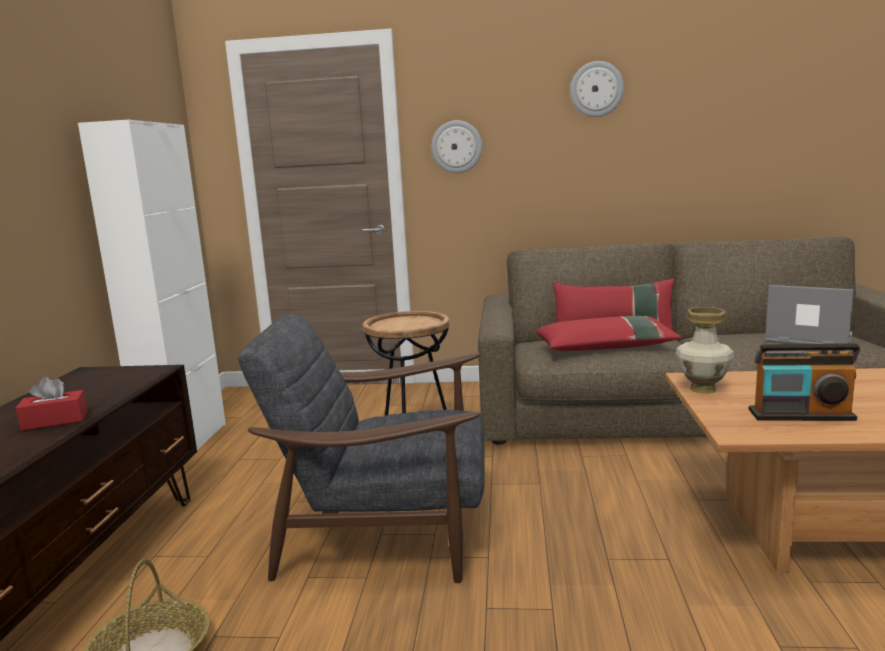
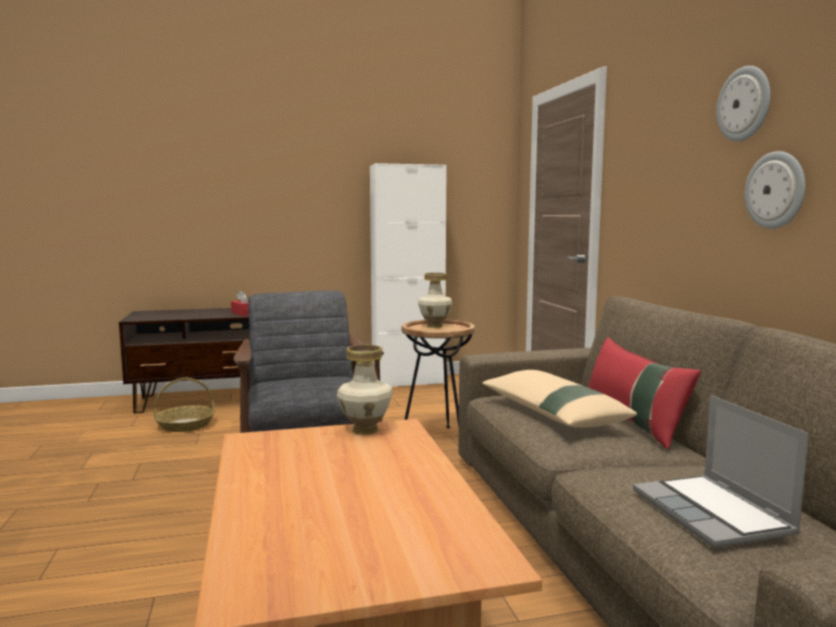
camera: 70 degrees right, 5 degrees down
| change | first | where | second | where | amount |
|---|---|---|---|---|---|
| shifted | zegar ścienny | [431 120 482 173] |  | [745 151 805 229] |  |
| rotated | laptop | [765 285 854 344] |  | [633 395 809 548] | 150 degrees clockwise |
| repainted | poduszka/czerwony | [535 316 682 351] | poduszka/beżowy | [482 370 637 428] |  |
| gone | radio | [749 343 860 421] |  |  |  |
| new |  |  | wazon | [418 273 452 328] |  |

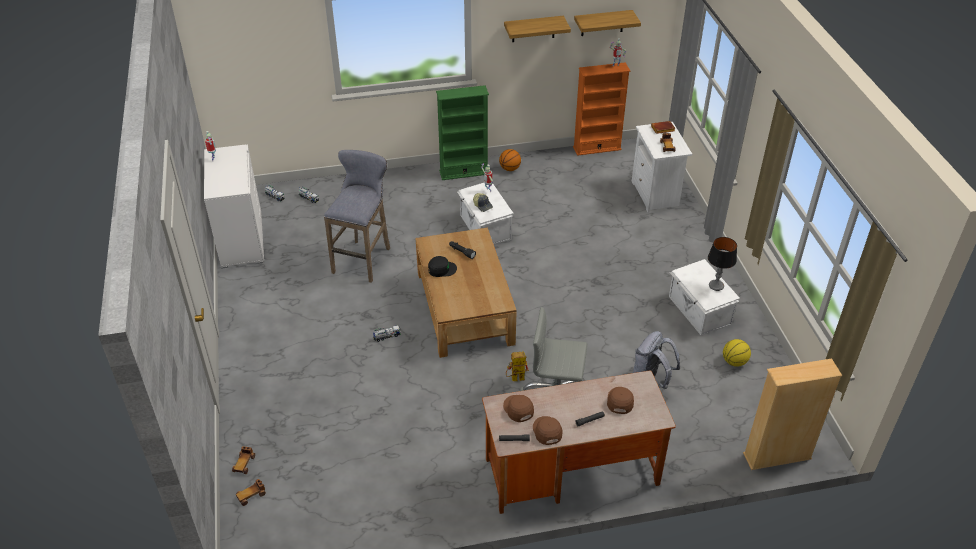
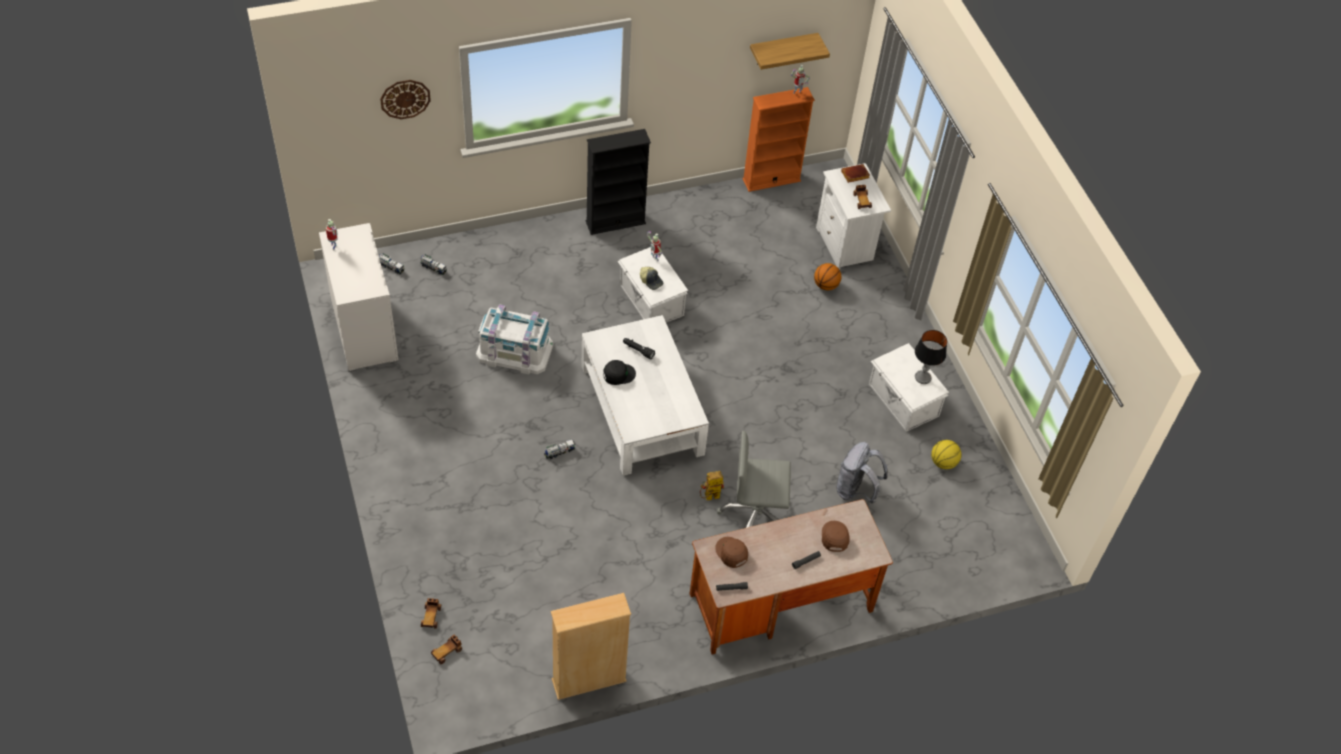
camera: 10 degrees left, 10 degrees up
| change | first | where | second | where | amount |
|---|---|---|---|---|---|
| gone | półka | [504 16 571 42] |  |  |  |
| repainted | regał/zielony | [436 85 489 180] | regał/czarny | [586 129 651 235] |  |
| shifted | piłka do koszykówki | [499 149 521 171] |  | [814 263 842 290] |  |
| swapped | stołek/szary | [324 150 390 283] | pojemnik do przechowywania/biały | [476 304 554 375] |  |
| repainted | ława/brązowy | [416 228 517 358] | ława/biały | [582 315 709 476] |  |
| shifted | regał/beżowy | [743 358 842 470] |  | [551 593 631 700] |  |
| gone | czapka z daszkiem/brązowy | [533 416 563 445] |  |  |  |
| new |  |  | zegar ścienny | [380 80 431 119] |  |

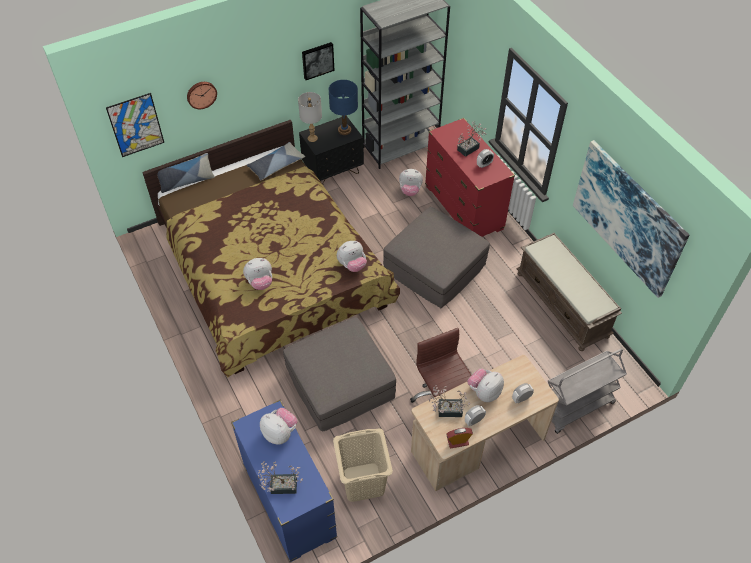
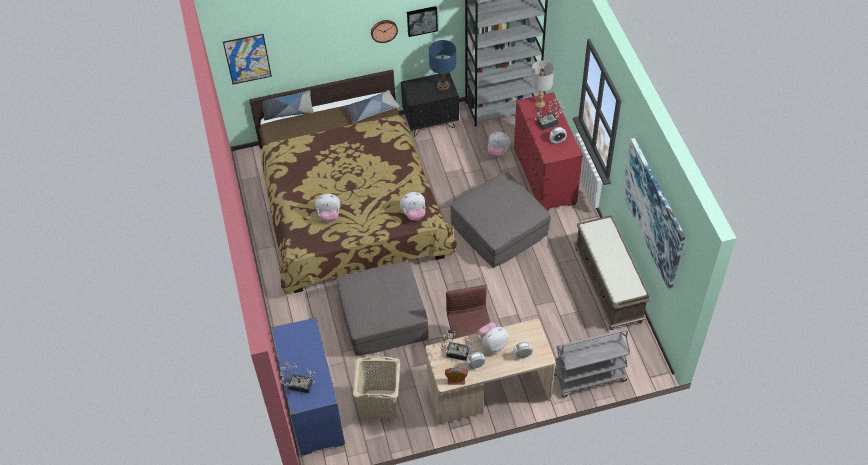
camera: 15 degrees right, 0 degrees up
| change | first | where | second | where | amount |
|---|---|---|---|---|---|
| shifted | zegar ścienny | [187 82 217 109] |  | [371 20 398 43] |  |
| shifted | lampa stołowa/szary | [298 92 322 142] |  | [531 60 554 108] |  |
| gone | pluszak | [260 408 298 445] |  |  |  |

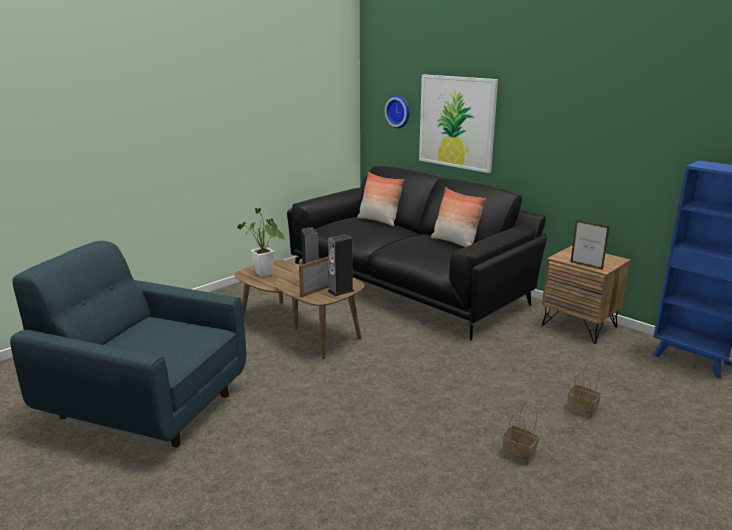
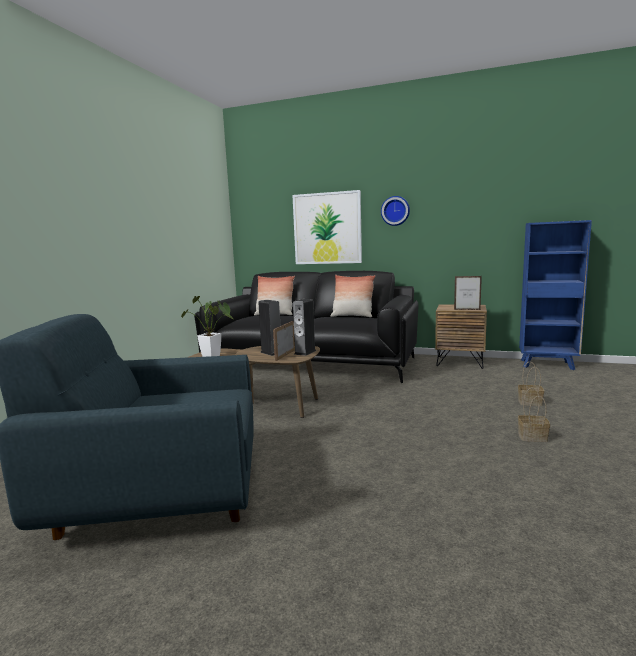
camera: 25 degrees left, 10 degrees down
| change | first | where | second | where | amount |
|---|---|---|---|---|---|
| shifted | zegar ścienny | [385 95 410 128] |  | [381 196 410 226] |  |

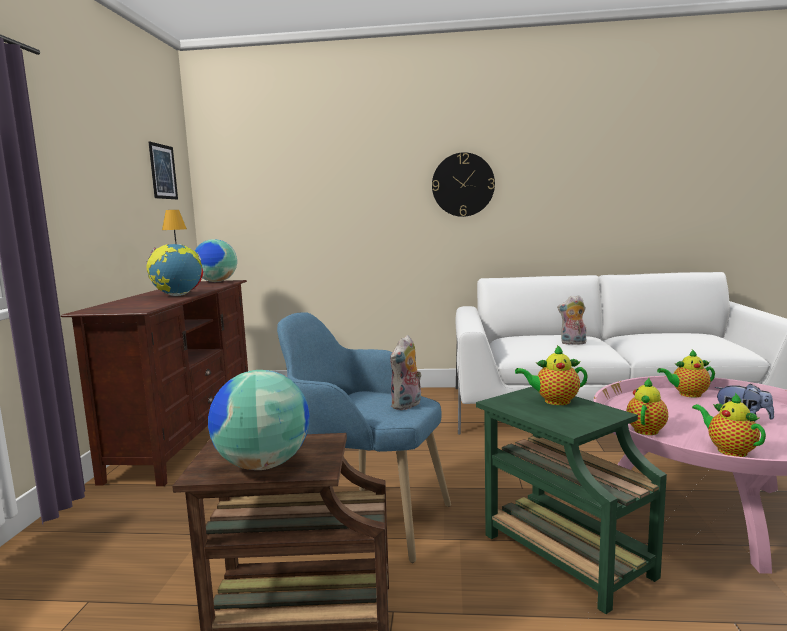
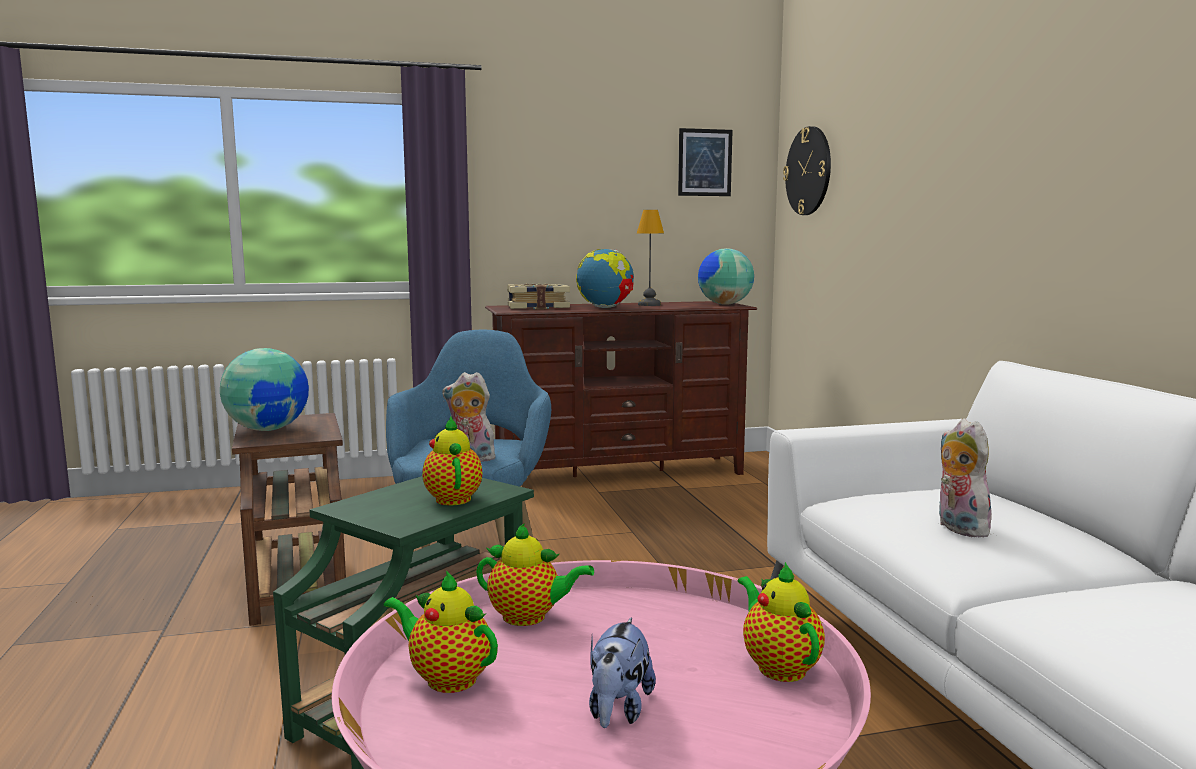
camera: 70 degrees right, 0 degrees up
| change | first | where | second | where | amount |
|---|---|---|---|---|---|
| shifted | zegar ścienny | [432 152 495 217] |  | [783 126 831 215] |  |
| rotated | imbryk | [692 393 766 457] |  | [384 571 498 693] | 105 degrees counterclockwise |
| new |  |  | książka | [507 283 570 310] |  |

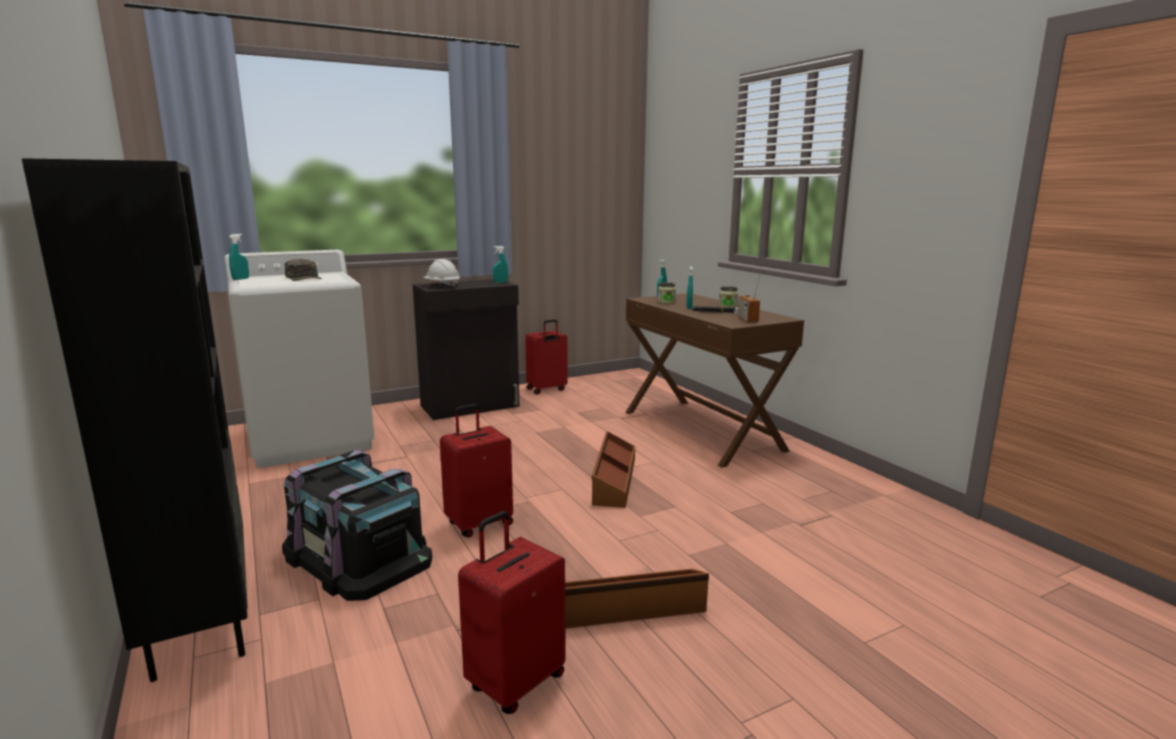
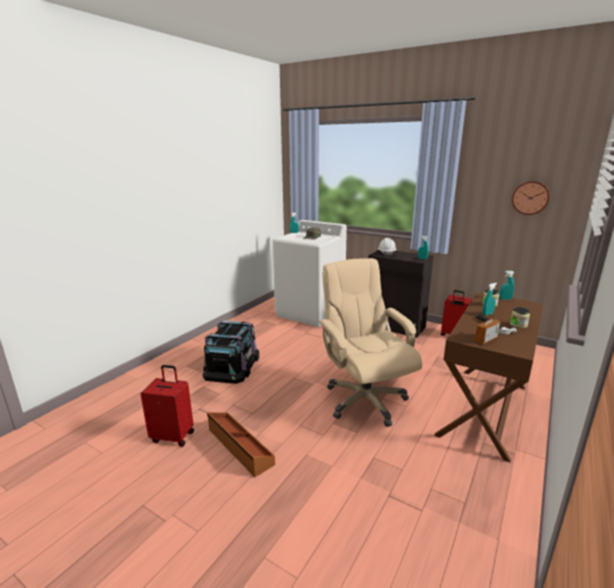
camera: 60 degrees right, 5 degrees up
| change | first | where | second | where | amount |
|---|---|---|---|---|---|
| gone | regał/czarny | [22 158 248 682] |  |  |  |
| gone | walizka/czerwony | [440 404 513 537] |  |  |  |
| swapped | pojemnik do przechowywania/brązowy | [592 431 635 508] | krzesło biurowe/beżowy | [319 258 422 427] |  |
| new |  |  | zegar ścienny | [512 181 550 215] |  |

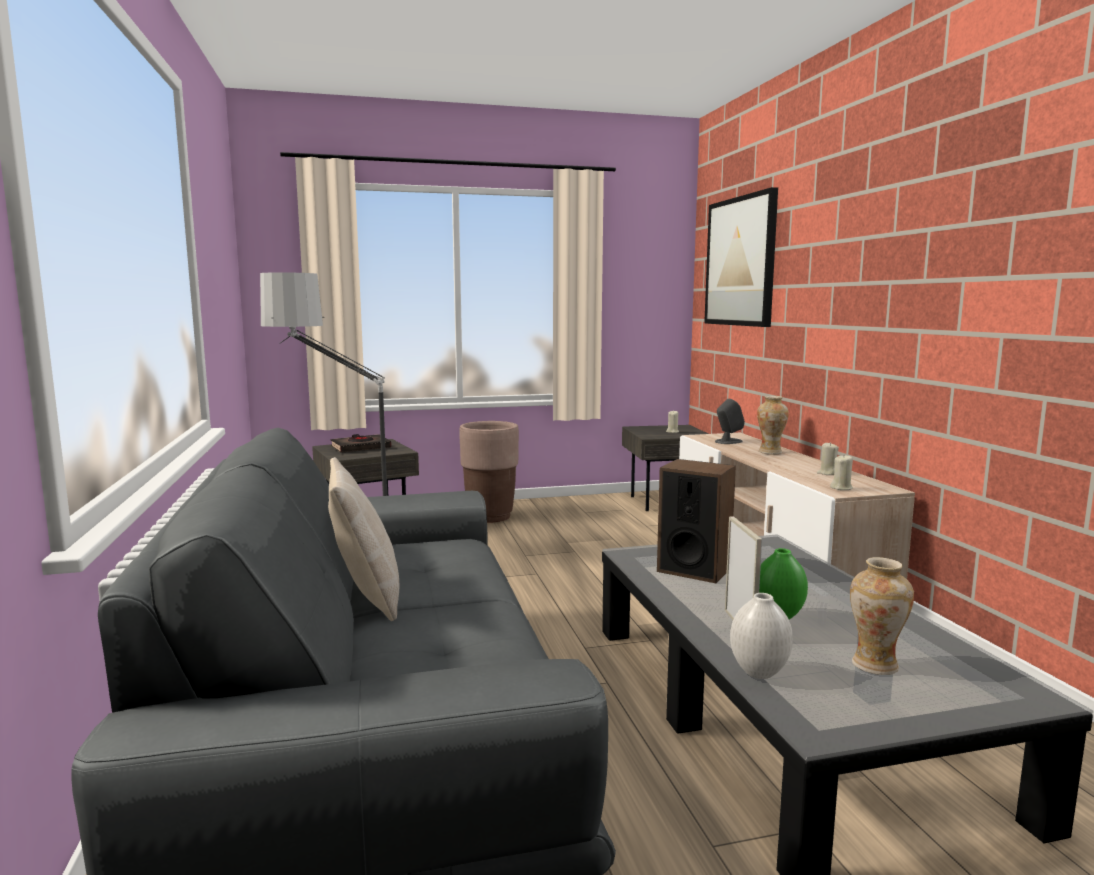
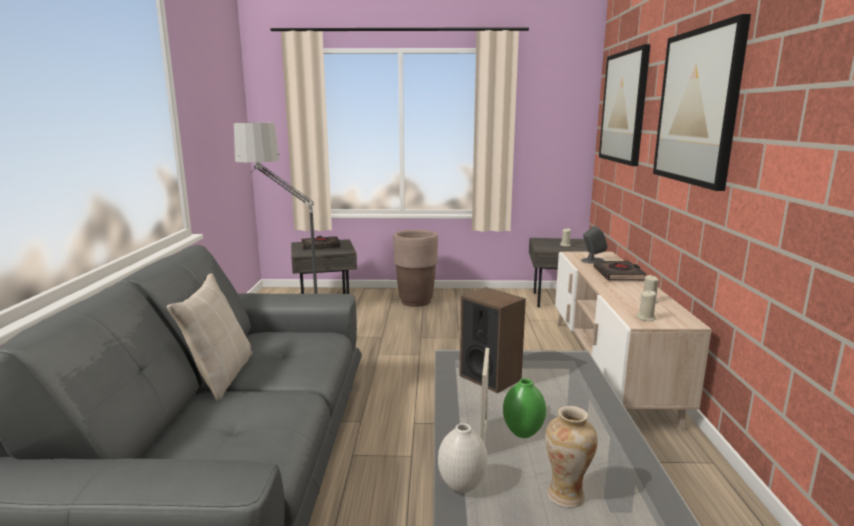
camera: 15 degrees right, 5 degrees up
| change | first | where | second | where | amount |
|---|---|---|---|---|---|
| swapped | wazon | [757 396 789 455] | książka/czarny | [594 261 647 281] |  |
| new |  |  | obraz | [653 14 751 191] |  |

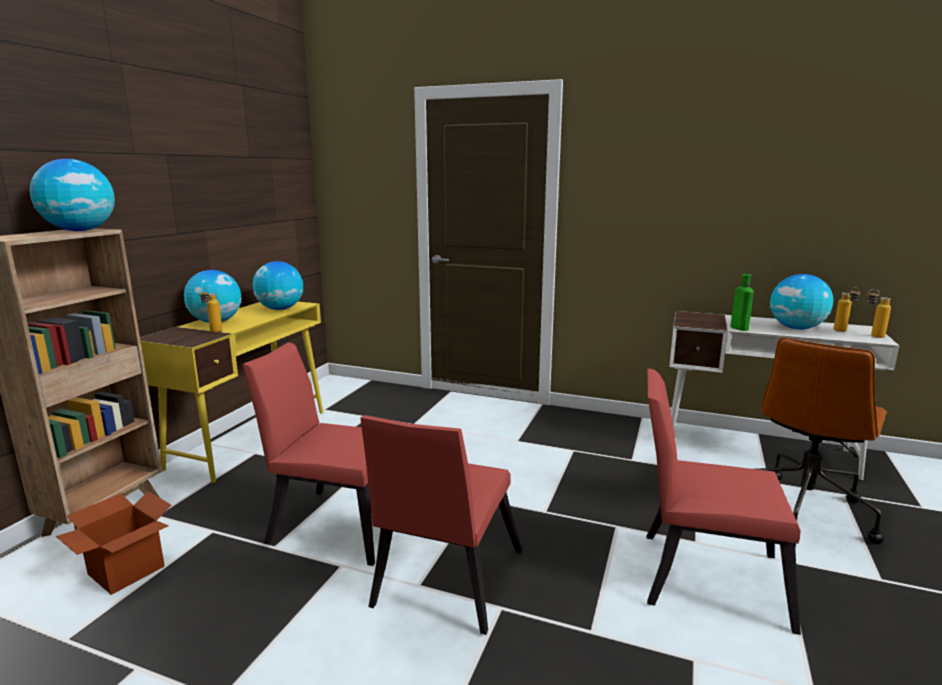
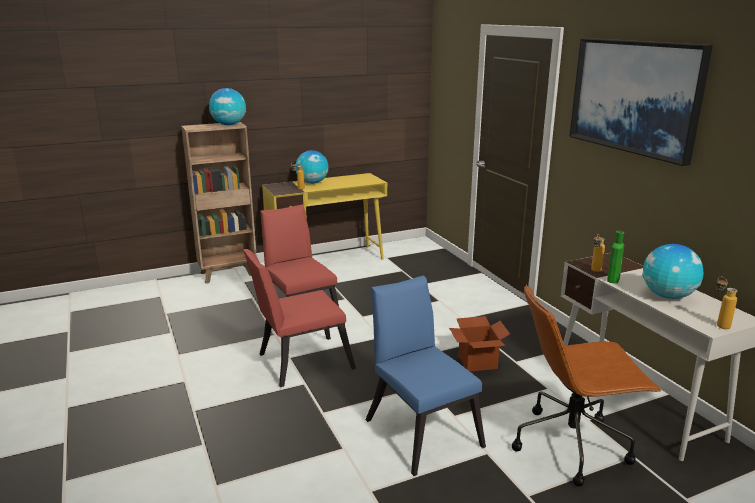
camera: 45 degrees right, 5 degrees up
| change | first | where | second | where | amount |
|---|---|---|---|---|---|
| gone | globus | [253 261 304 310] |  |  |  |
| shifted | butelka | [833 287 860 332] |  | [591 235 605 272] |  |
| repainted | krzesło/czerwony | [646 368 801 635] | krzesło/niebieski | [365 275 486 476] |  |
| shifted | karton | [56 491 172 595] |  | [449 316 510 371] |  |
| new |  |  | obraz | [569 38 713 166] |  |

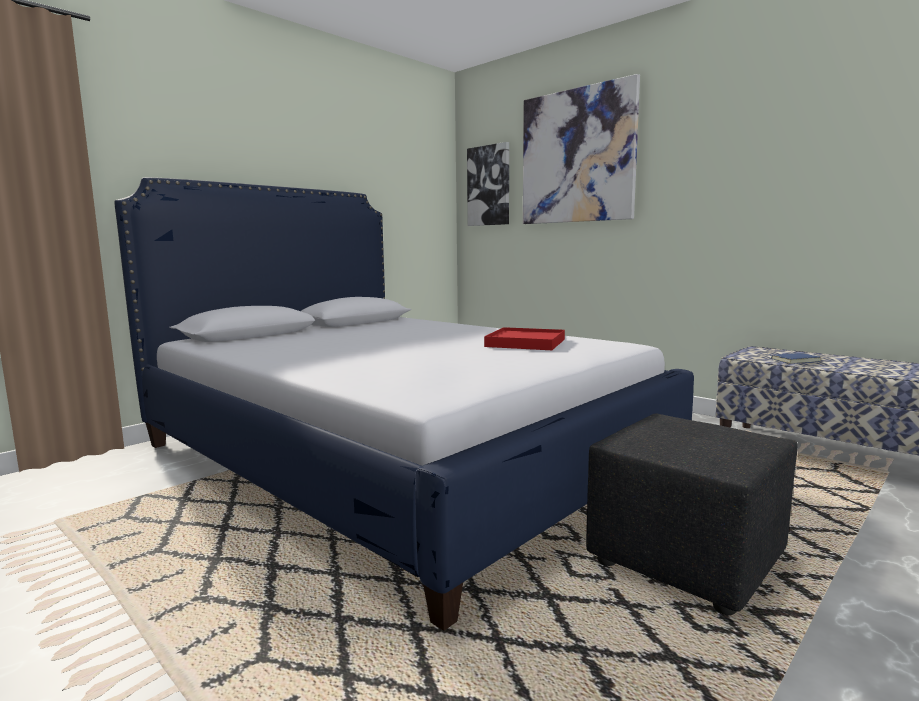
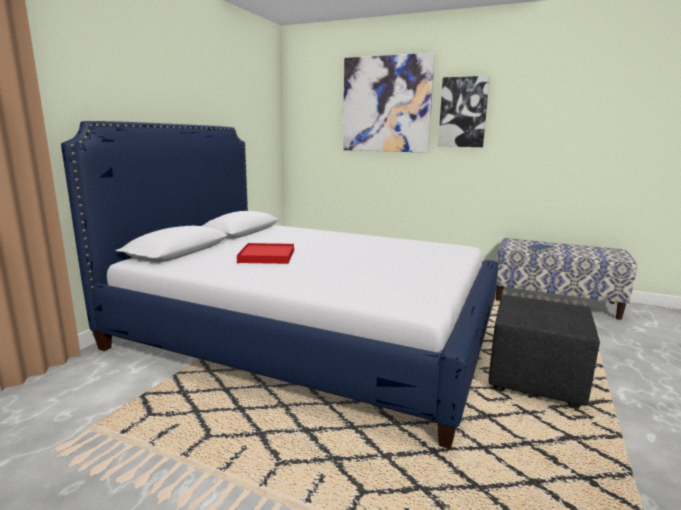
camera: 20 degrees left, 5 degrees up
| change | first | where | second | where | amount |
|---|---|---|---|---|---|
| shifted | obraz | [467 142 509 226] |  | [438 76 490 147] |  |
| shifted | taca/czerwony | [484 327 565 350] |  | [237 243 294 264] |  |

